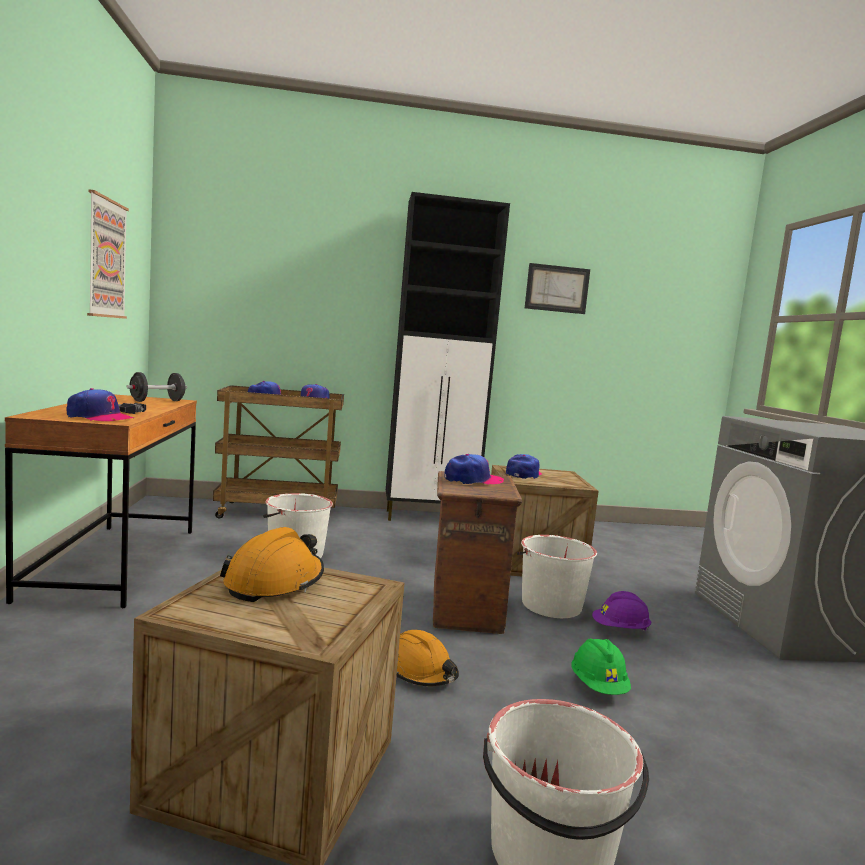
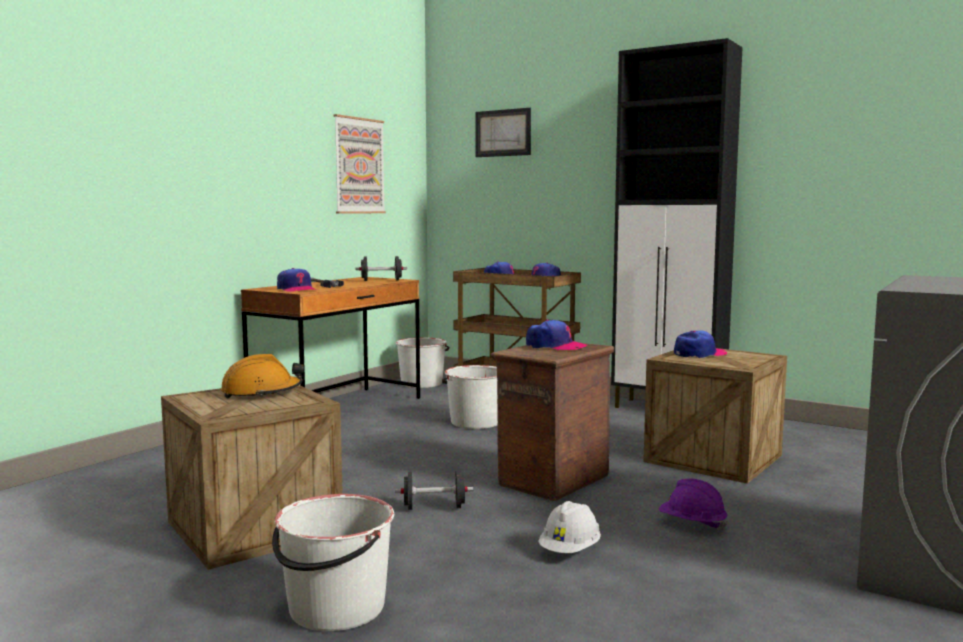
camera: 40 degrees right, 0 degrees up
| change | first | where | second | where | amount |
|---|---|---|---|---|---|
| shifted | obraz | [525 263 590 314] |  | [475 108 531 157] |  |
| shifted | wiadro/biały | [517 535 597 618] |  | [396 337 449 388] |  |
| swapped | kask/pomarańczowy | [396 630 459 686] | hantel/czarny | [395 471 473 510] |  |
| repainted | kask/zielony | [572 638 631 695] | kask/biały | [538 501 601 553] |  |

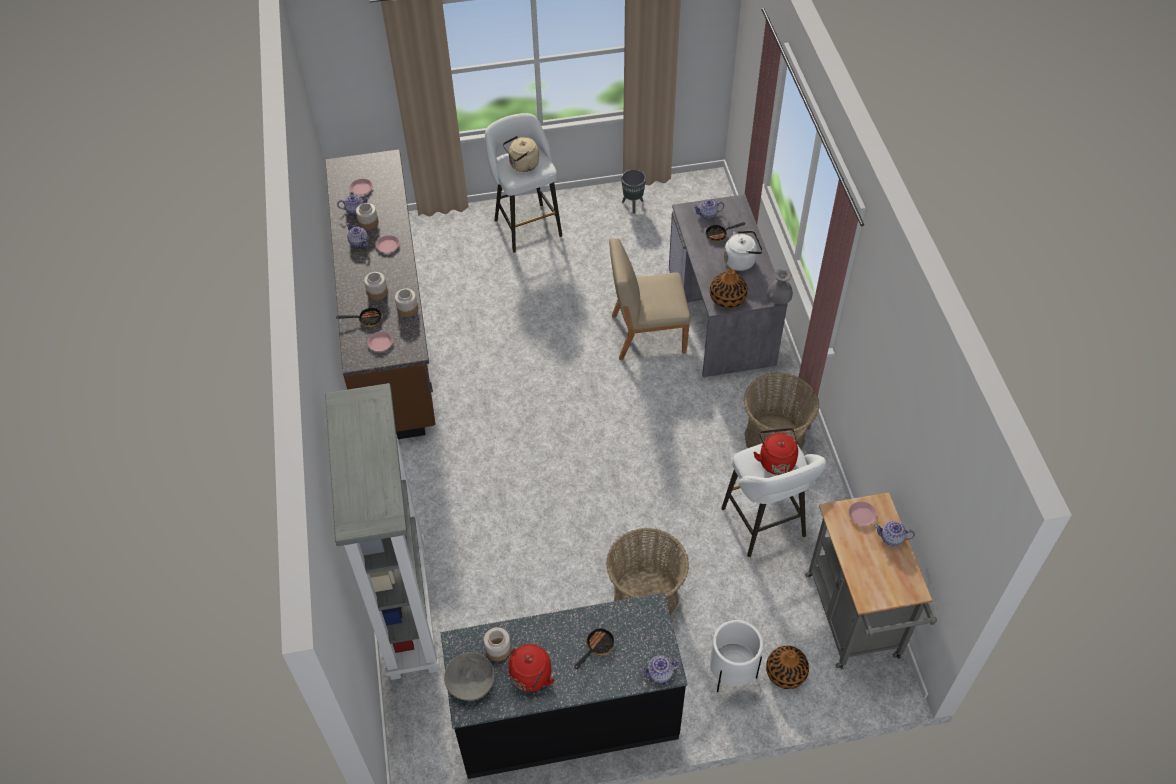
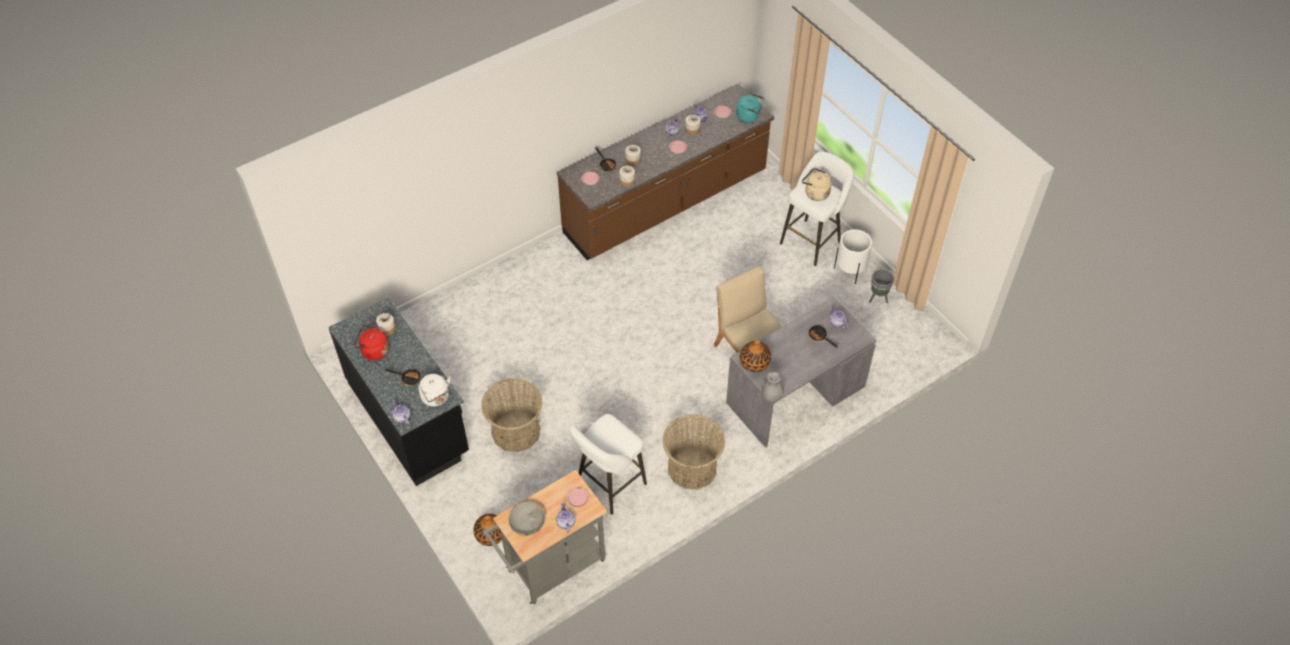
camera: 65 degrees right, 0 degrees up
| change | first | where | second | where | amount |
|---|---|---|---|---|---|
| shifted | czajnik/biały | [724 231 763 271] |  | [418 374 452 407] |  |
| gone | regał/szary | [325 383 440 680] |  |  |  |
| gone | czajnik/czerwony | [753 428 798 475] |  |  |  |
| shifted | donica/biały | [710 620 763 692] |  | [834 229 872 284] |  |
| shifted | miska/szary | [444 652 495 701] |  | [508 502 545 536] |  |
| new |  |  | czajnik/turkusowy | [736 94 765 123] |  |

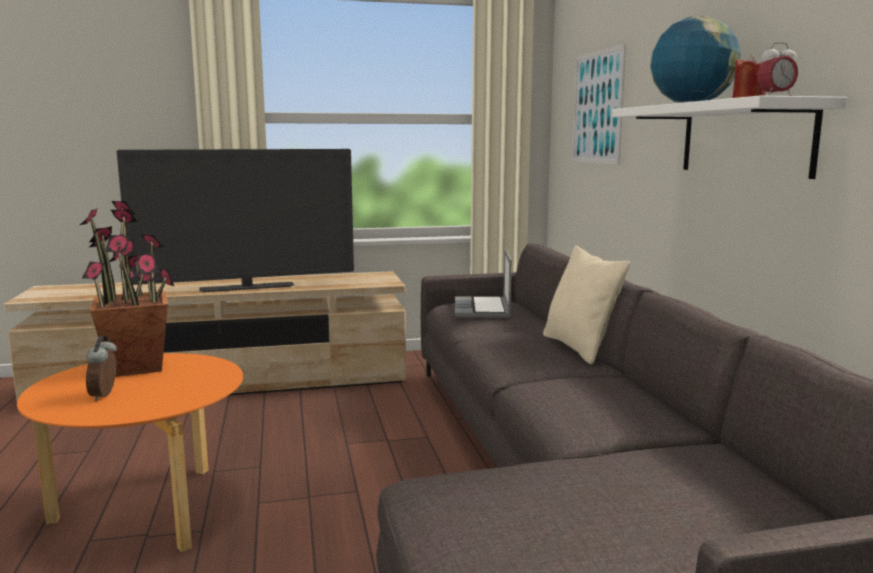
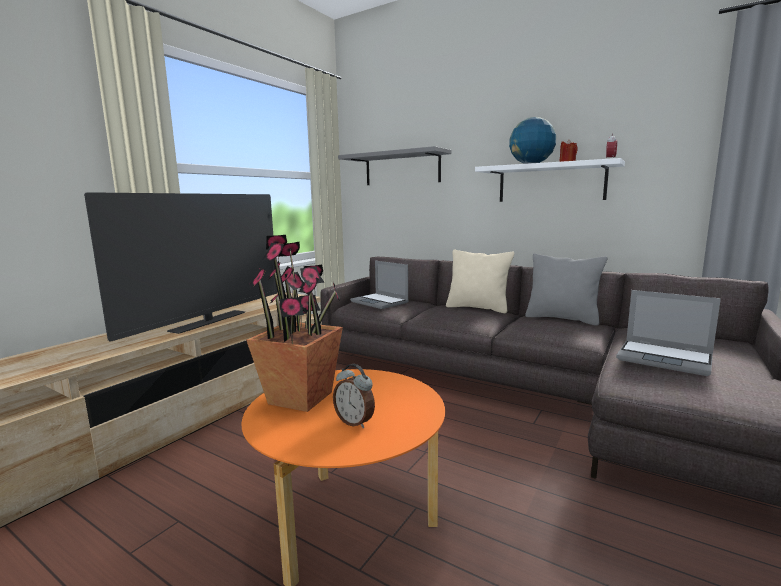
camera: 45 degrees left, 0 degrees up
| change | first | where | second | where | amount |
|---|---|---|---|---|---|
| swapped | obraz | [572 44 626 165] | półka/szary | [338 146 452 185] |  |
| new |  |  | poduszka/szary | [525 253 608 326] |  |
| new |  |  | laptop | [616 290 721 376] |  |

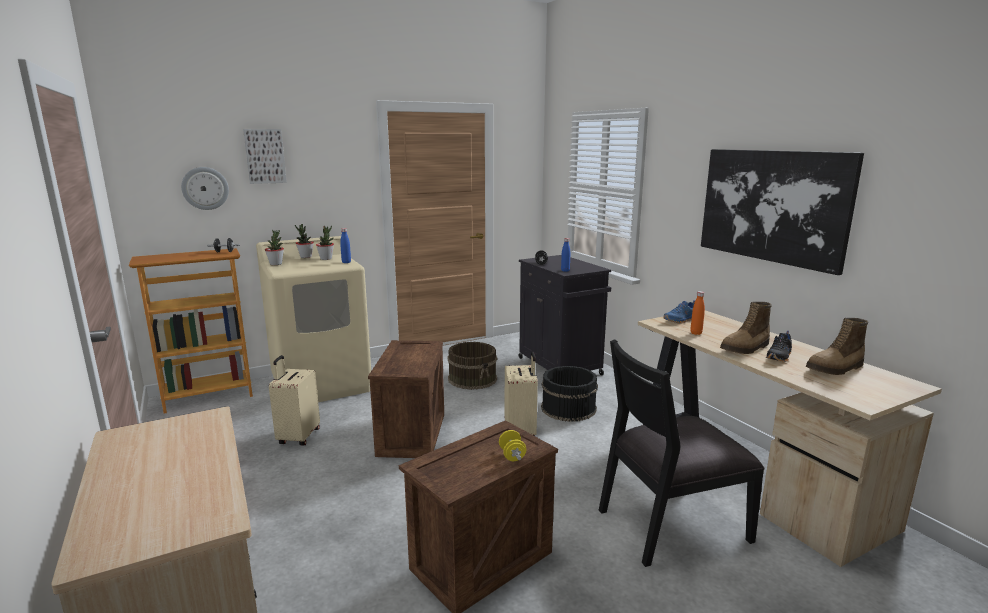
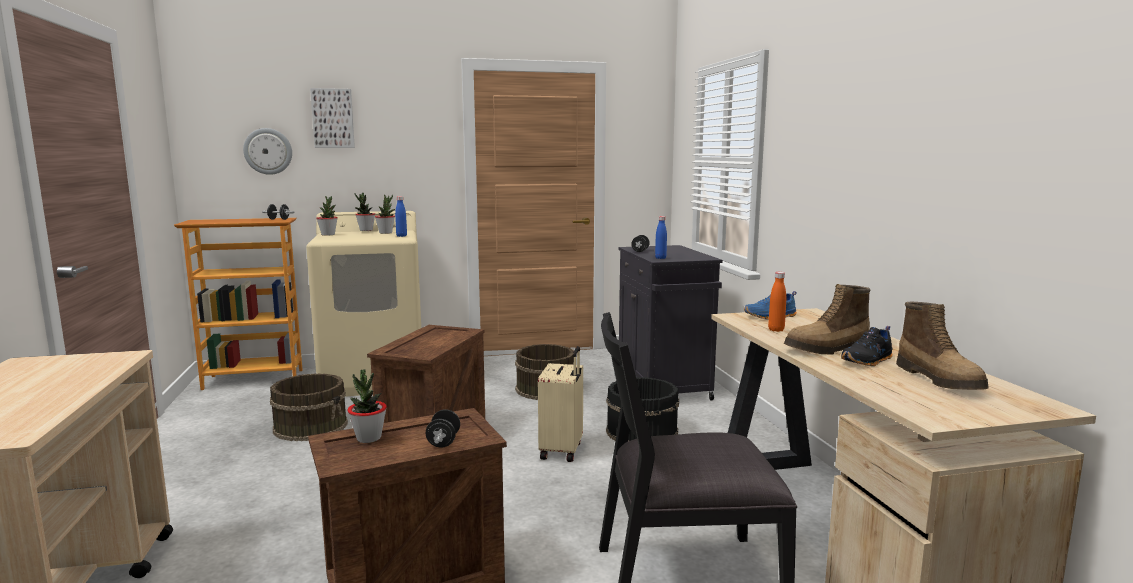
camera: 15 degrees right, 5 degrees down
| change | first | where | second | where | amount |
|---|---|---|---|---|---|
| gone | obraz | [701 149 864 275] |  |  |  |
| rotated | but z cholewką | [806 318 868 375] |  | [896 302 989 390] | 90 degrees counterclockwise |
| swapped | walizka/beżowy | [269 355 320 445] | wiadro/brązowy | [270 373 348 441] |  |
| repainted | hantel/żółty | [499 430 526 461] | hantel/czarny | [426 409 460 448] |  |
| new |  |  | roślina doniczkowa | [347 369 387 443] |  |

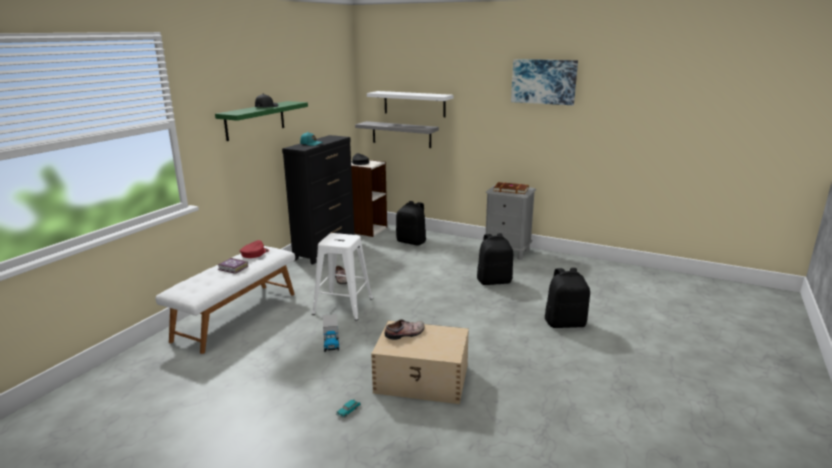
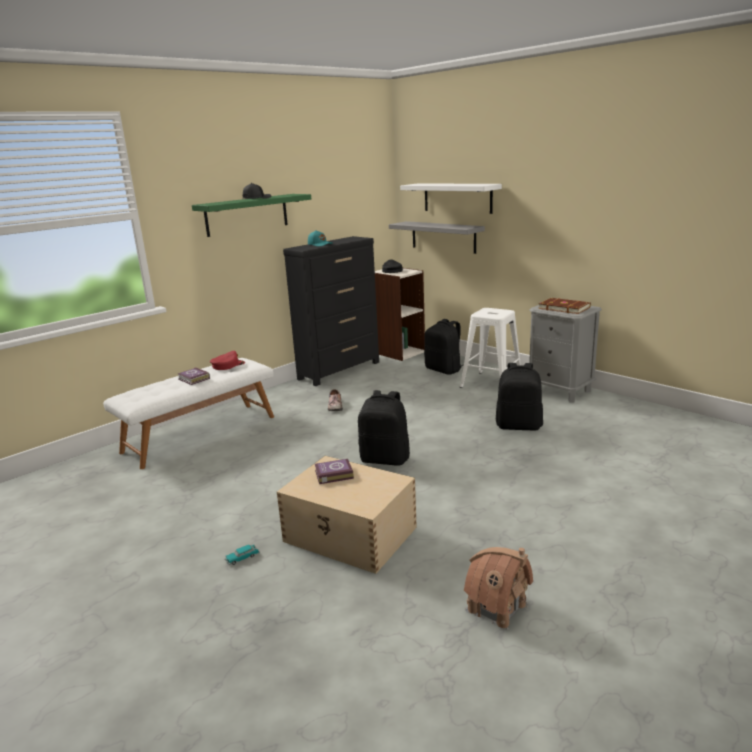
camera: 20 degrees right, 0 degrees up
| change | first | where | second | where | amount |
|---|---|---|---|---|---|
| gone | obraz | [511 59 578 105] |  |  |  |
| shifted | stołek/biały | [312 233 373 320] |  | [460 308 521 388] |  |
| shifted | plecak/czarny | [545 268 590 328] |  | [358 390 410 466] |  |
| gone | ciężarówka zabawkowa | [323 314 339 352] |  |  |  |
| swapped | but | [385 320 425 340] | książka | [315 459 354 484] |  |
| new |  |  | domek | [464 547 533 630] |  |

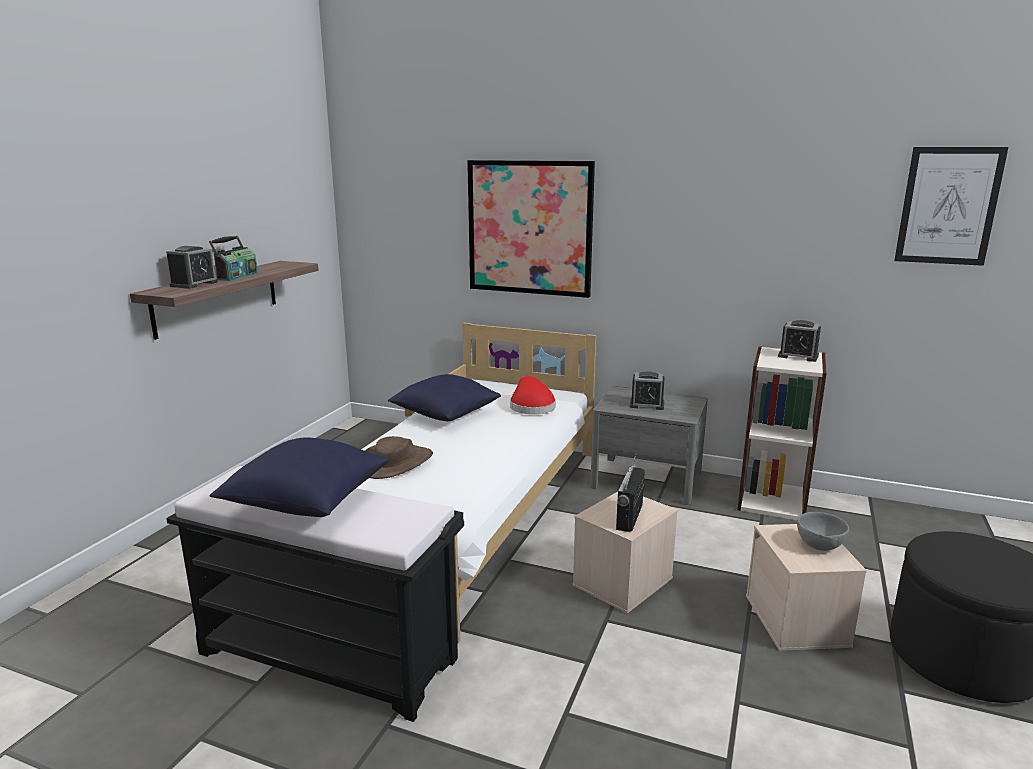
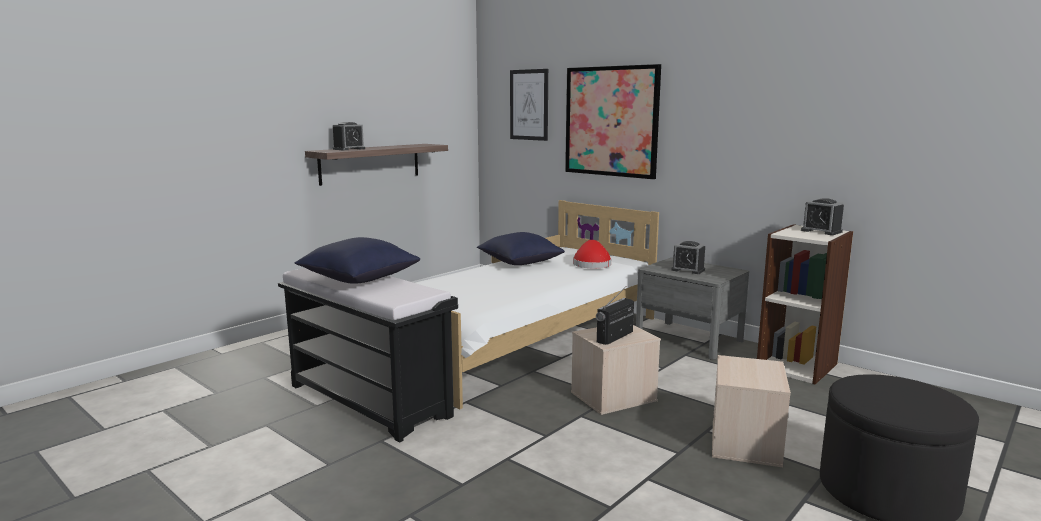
camera: 20 degrees right, 5 degrees down
| change | first | where | second | where | amount |
|---|---|---|---|---|---|
| shifted | obraz | [894 147 1008 266] |  | [510 69 548 141] |  |
| gone | radio | [209 236 258 281] |  |  |  |
| gone | kapelusz/brązowy | [365 436 433 479] |  |  |  |
| gone | miska/szary | [797 512 849 551] |  |  |  |

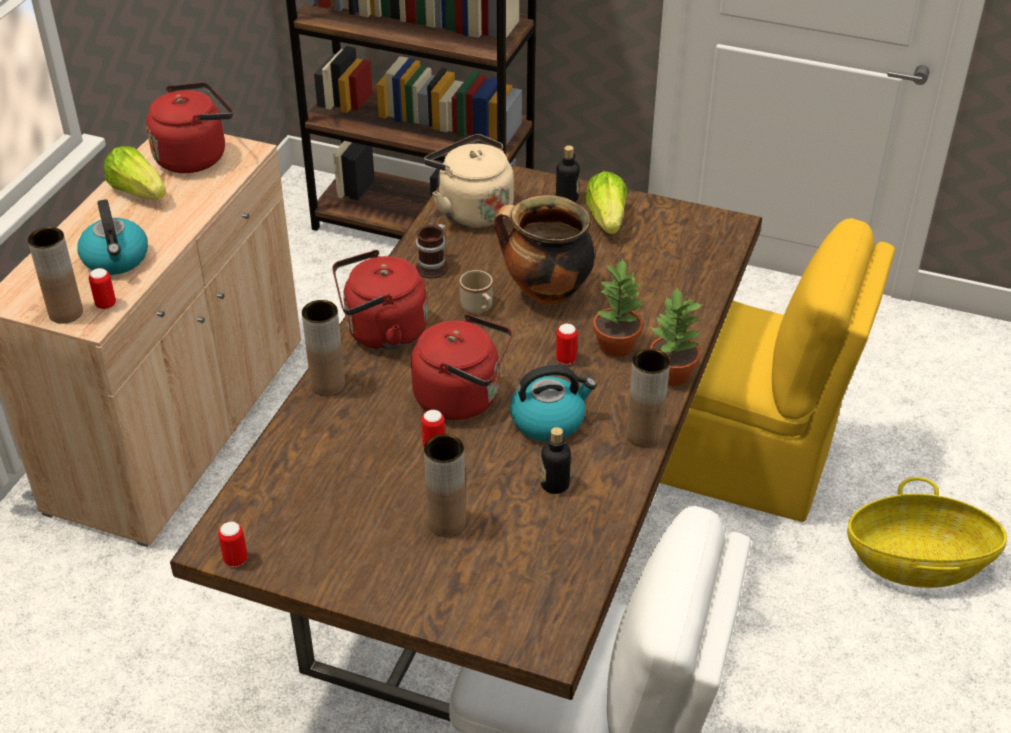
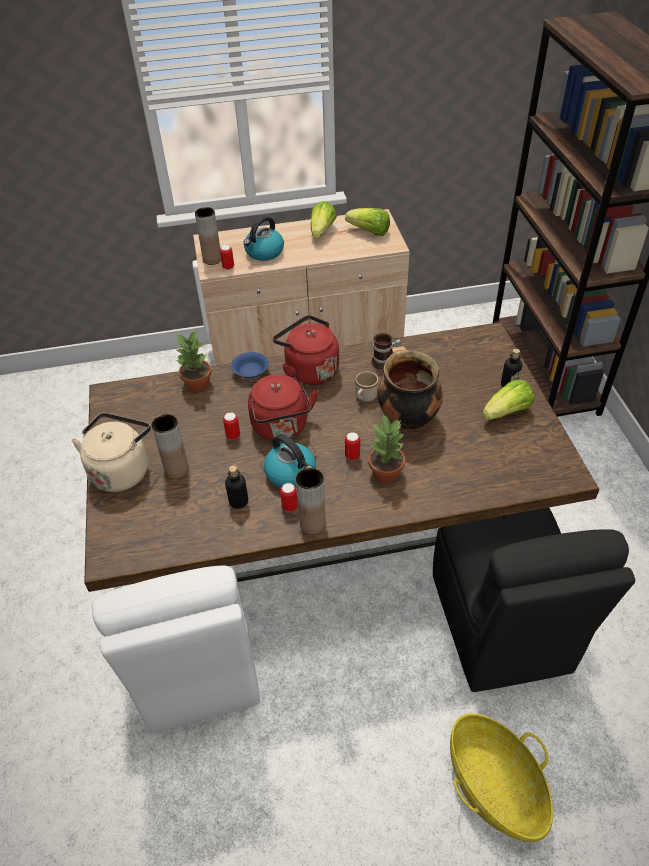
camera: 60 degrees right, 5 degrees up
| change | first | where | second | where | amount |
|---|---|---|---|---|---|
| swapped | czajnik/czerwony | [146 82 233 173] | sałata | [345 208 390 236] |  |
| shifted | czajnik/beżowy | [424 134 514 228] |  | [71 413 151 492] |  |
| repainted | krzesło/żółty | [660 218 895 522] | krzesło/czarny | [433 508 635 692] |  |
| shifted | roślina doniczkowa | [650 286 703 386] |  | [175 331 212 392] |  |
| swapped | wazon/brązowy | [302 300 345 396] | miska/niebieski | [231 352 269 378] |  |
| shifted | puszka | [218 521 248 567] |  | [280 483 298 512] |  |

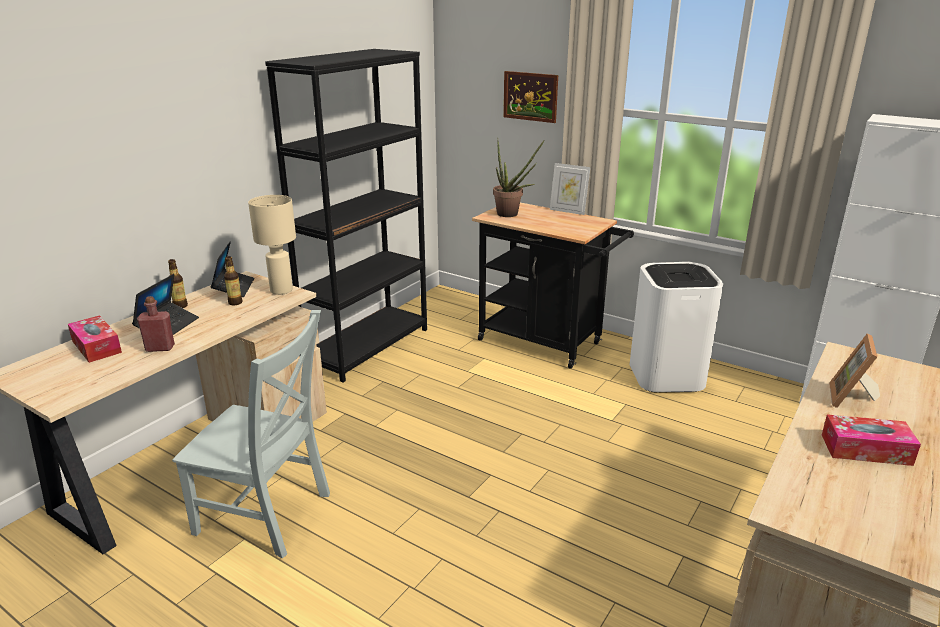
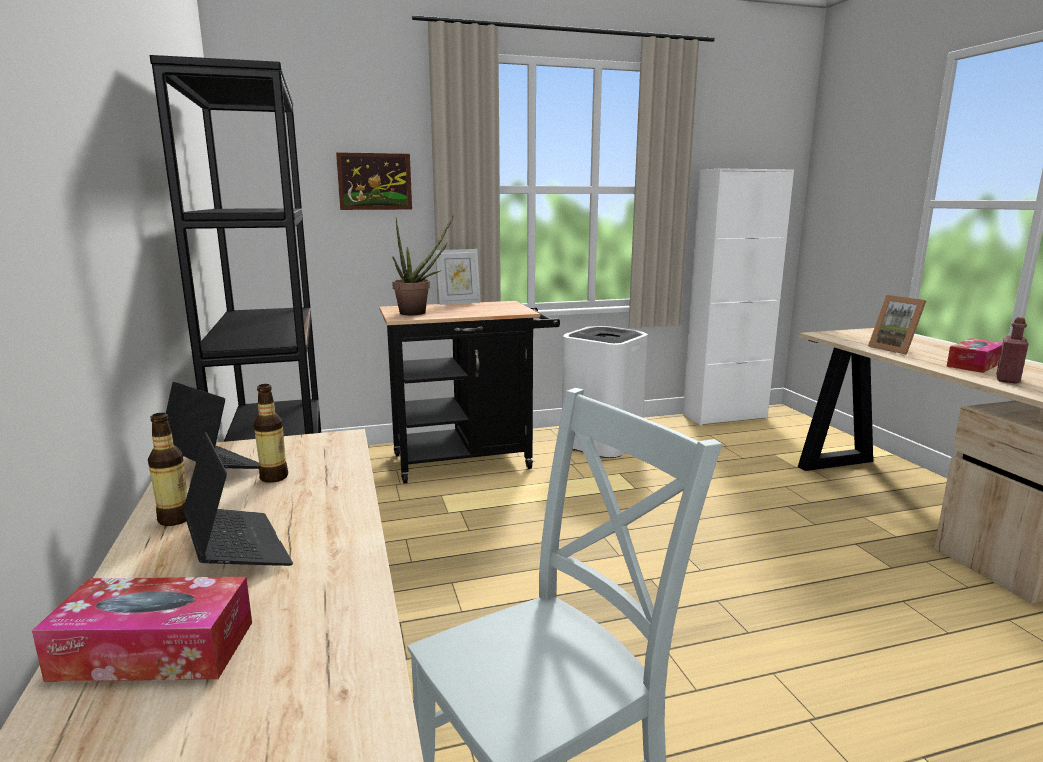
camera: 50 degrees left, 10 degrees down
| change | first | where | second | where | amount |
|---|---|---|---|---|---|
| gone | lampa stołowa/beżowy | [248 195 296 295] |  |  |  |
| shifted | butelka/czerwony | [137 296 175 352] |  | [996 317 1028 384] |  |

